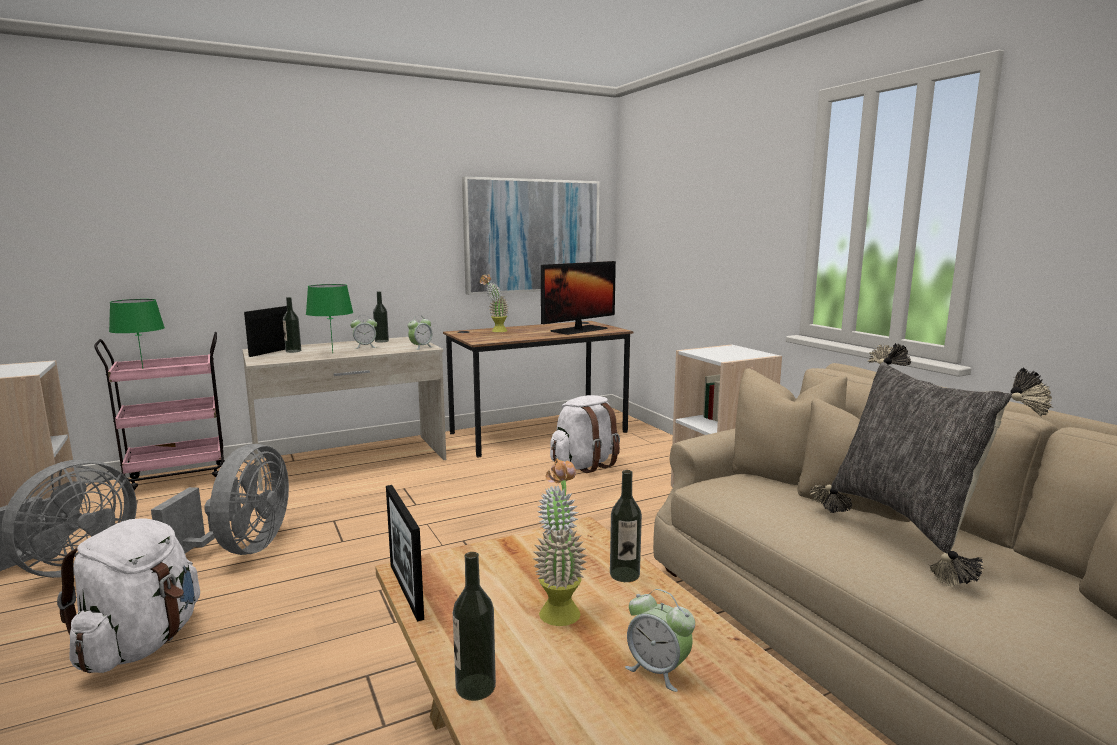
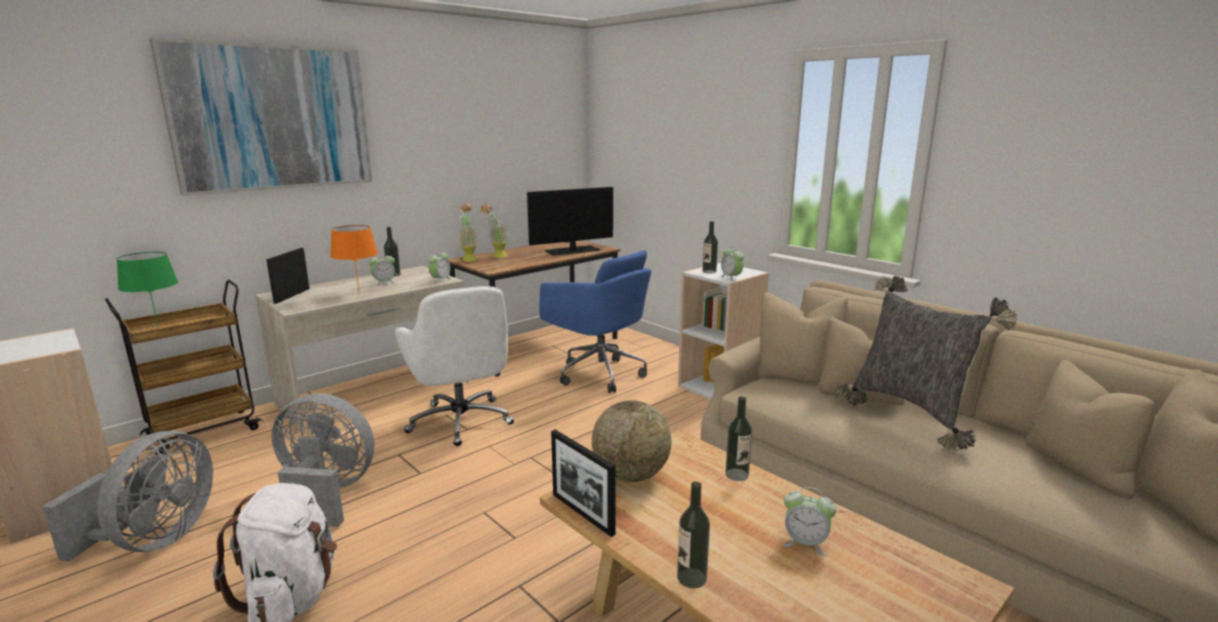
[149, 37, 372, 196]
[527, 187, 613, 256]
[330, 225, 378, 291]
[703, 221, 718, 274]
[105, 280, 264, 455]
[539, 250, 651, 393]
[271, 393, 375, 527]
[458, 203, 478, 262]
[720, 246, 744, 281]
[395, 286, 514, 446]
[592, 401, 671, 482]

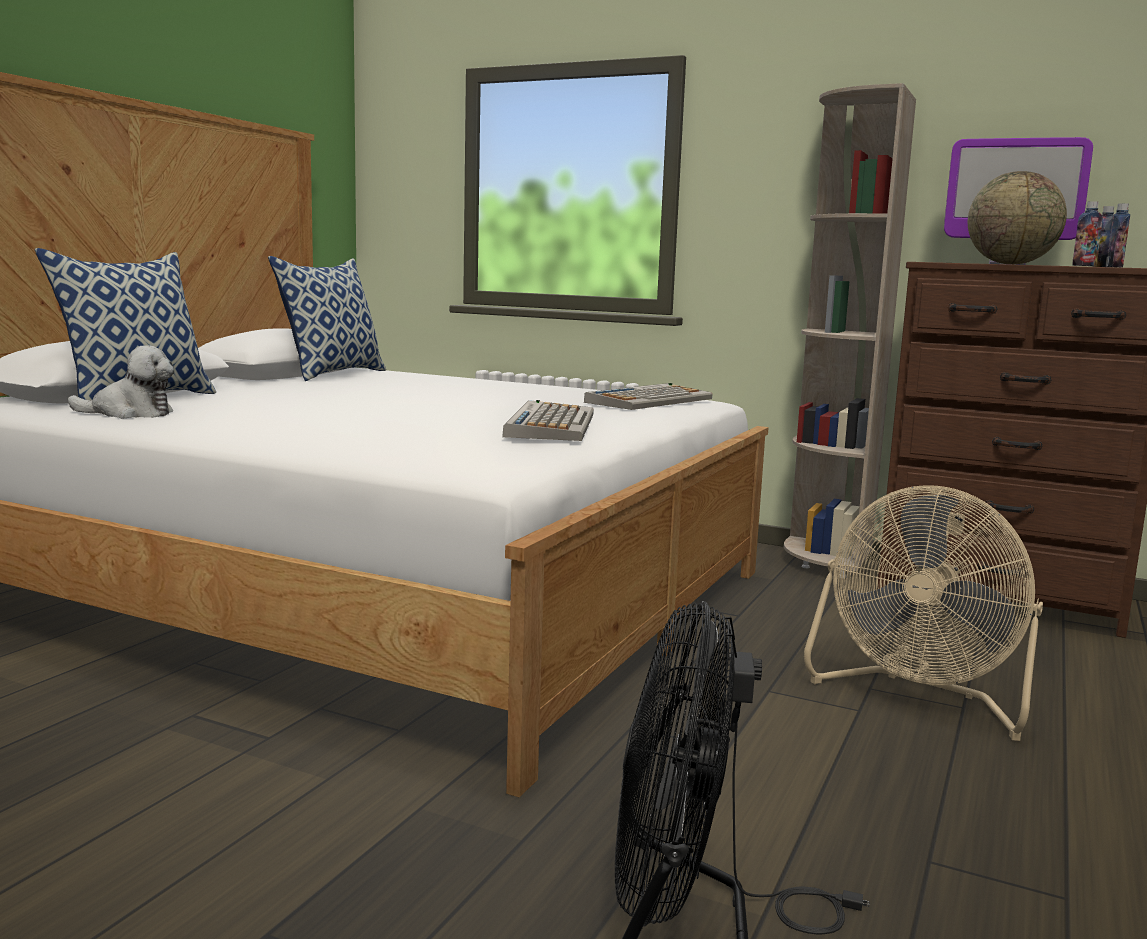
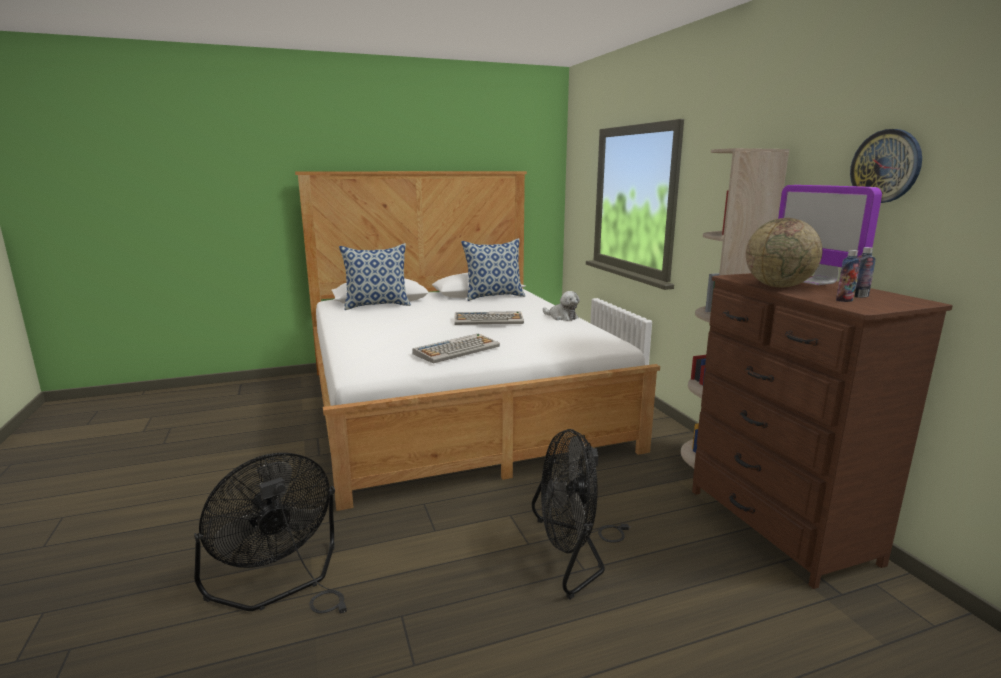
[1072, 201, 1103, 266] (first image)
[543, 291, 580, 321]
[454, 311, 524, 325]
[532, 429, 631, 600]
[850, 129, 922, 203]

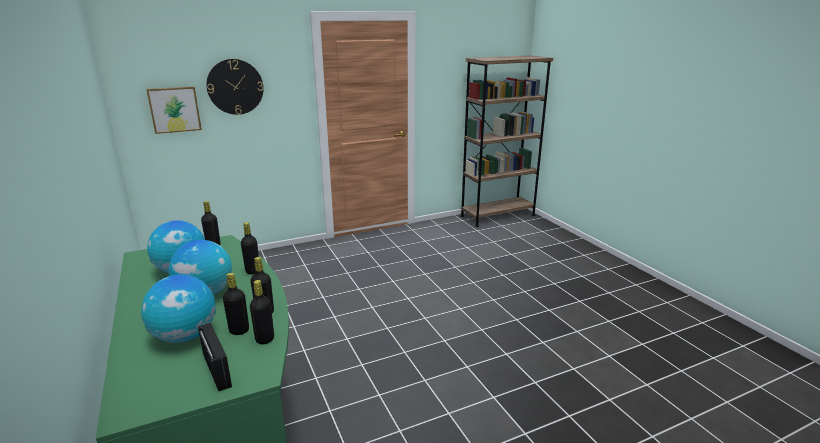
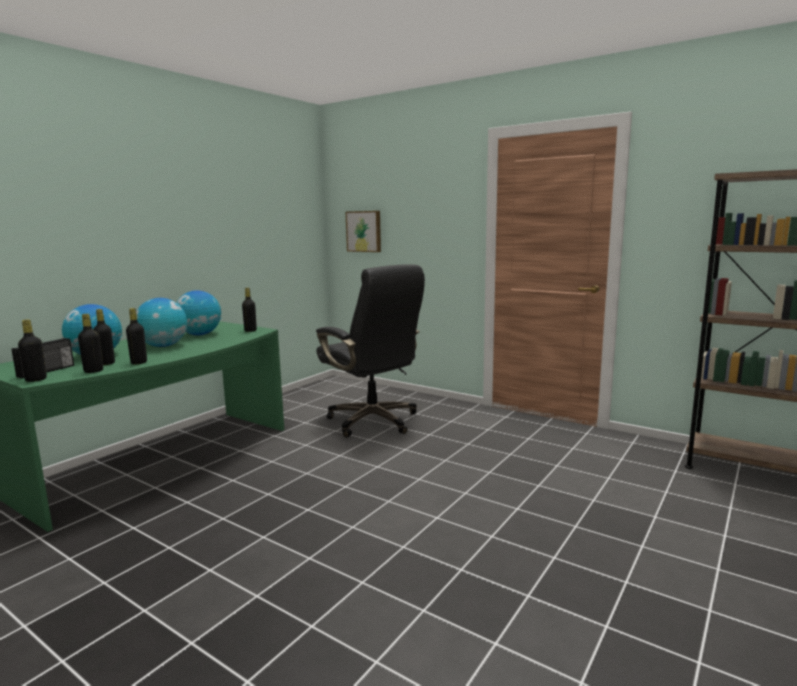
[206, 59, 264, 115] (first image)
[18, 319, 47, 382]
[316, 264, 425, 437]

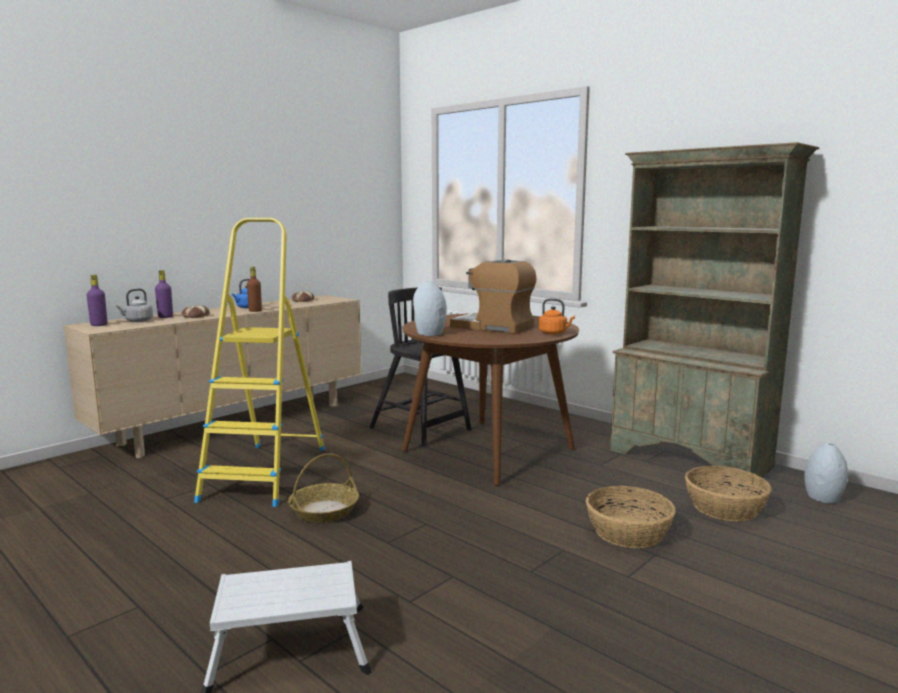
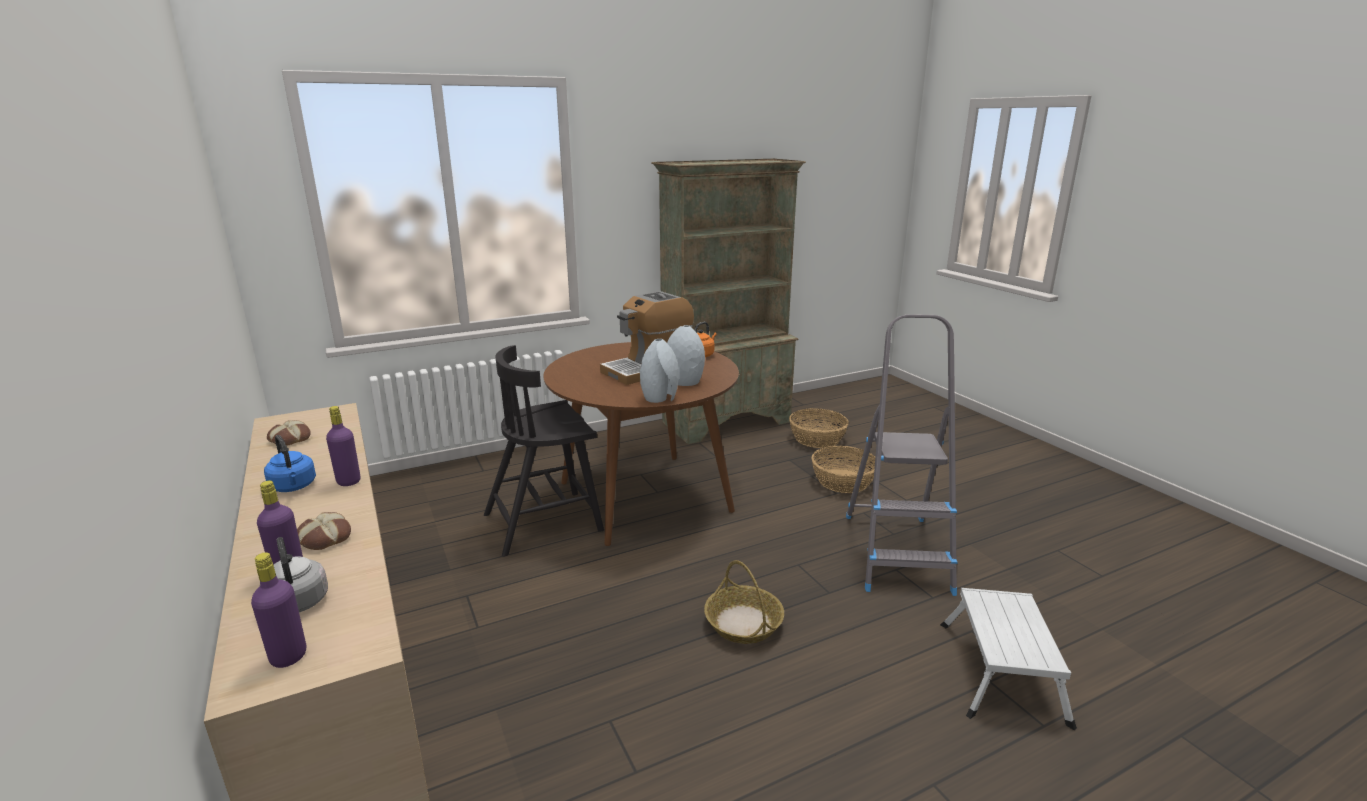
[194, 218, 325, 507] (first image)
[326, 406, 360, 486]
[667, 325, 705, 386]
[846, 314, 958, 596]

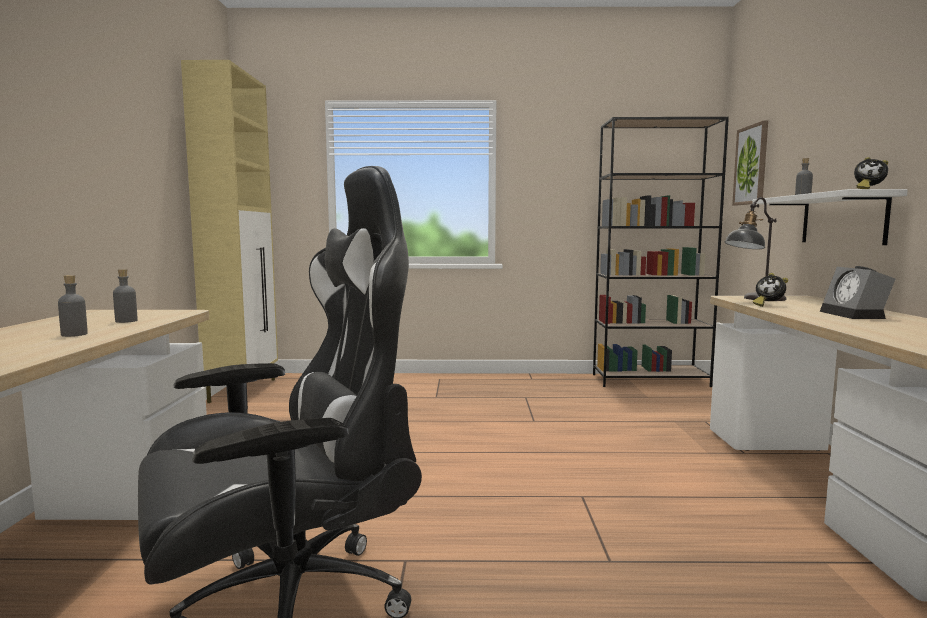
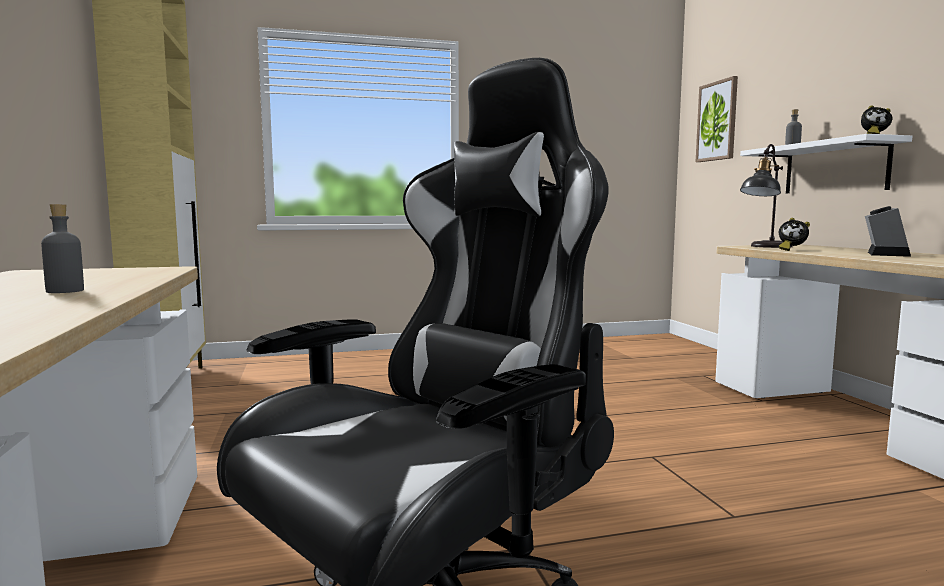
[593, 117, 729, 387] (first image)
[865, 206, 911, 257]
[113, 269, 138, 323] (first image)

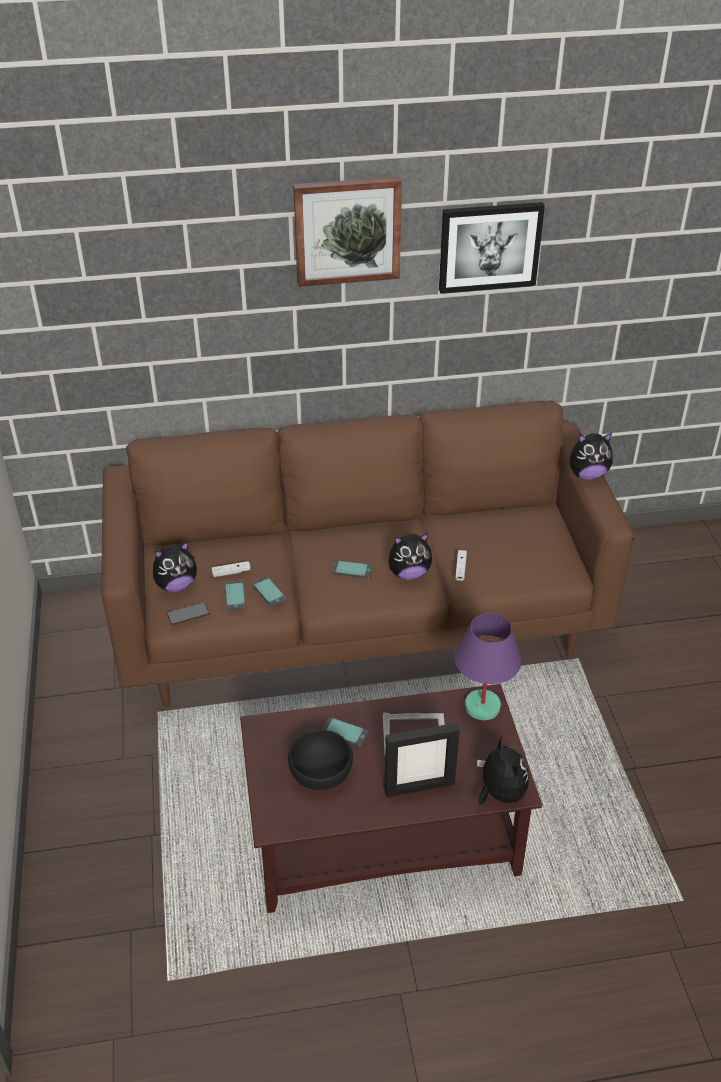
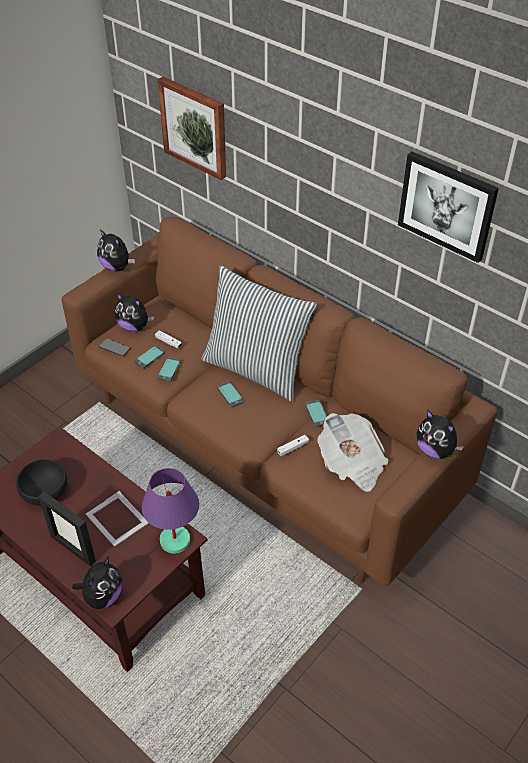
[157, 77, 226, 180]
[97, 229, 135, 272]
[305, 400, 327, 427]
[202, 266, 317, 402]
[317, 413, 389, 492]

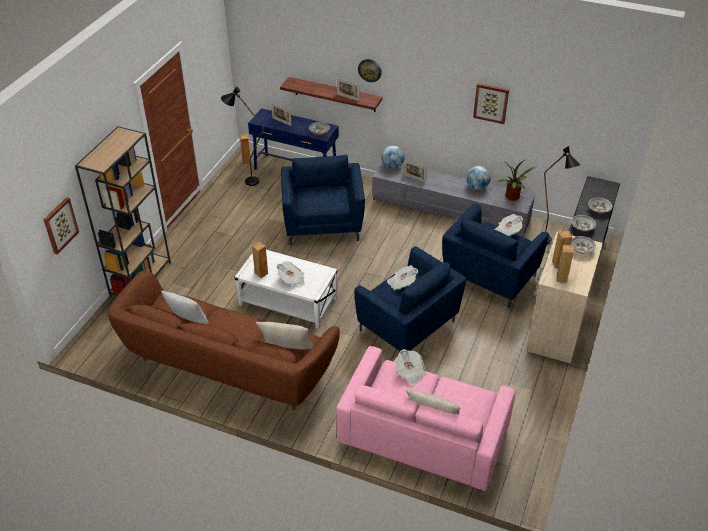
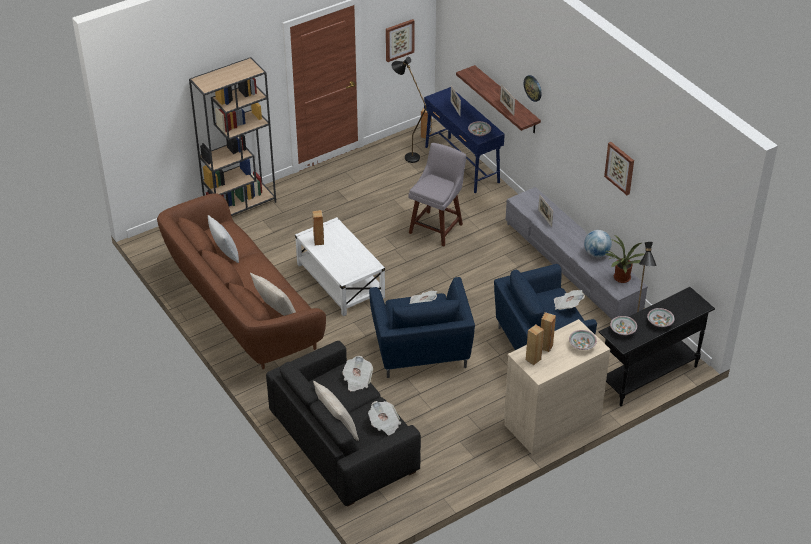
[381, 145, 405, 169] (first image)
[408, 143, 466, 246]
[386, 19, 415, 62]
[368, 401, 401, 436]
[266, 341, 421, 506]

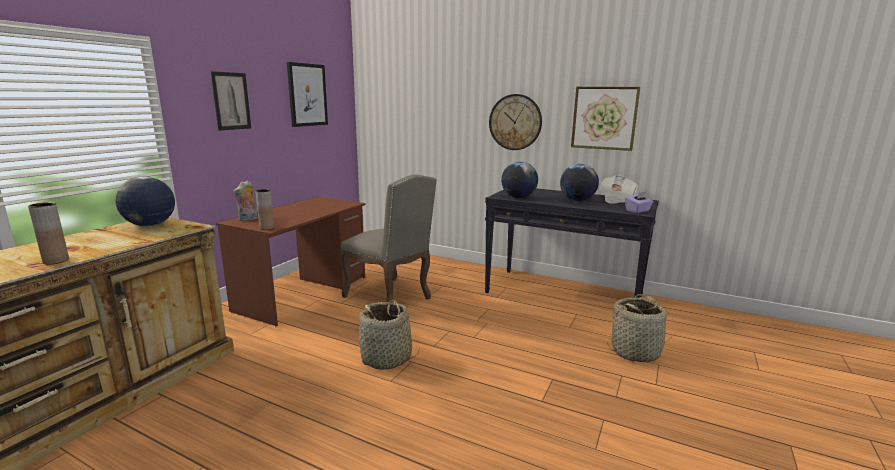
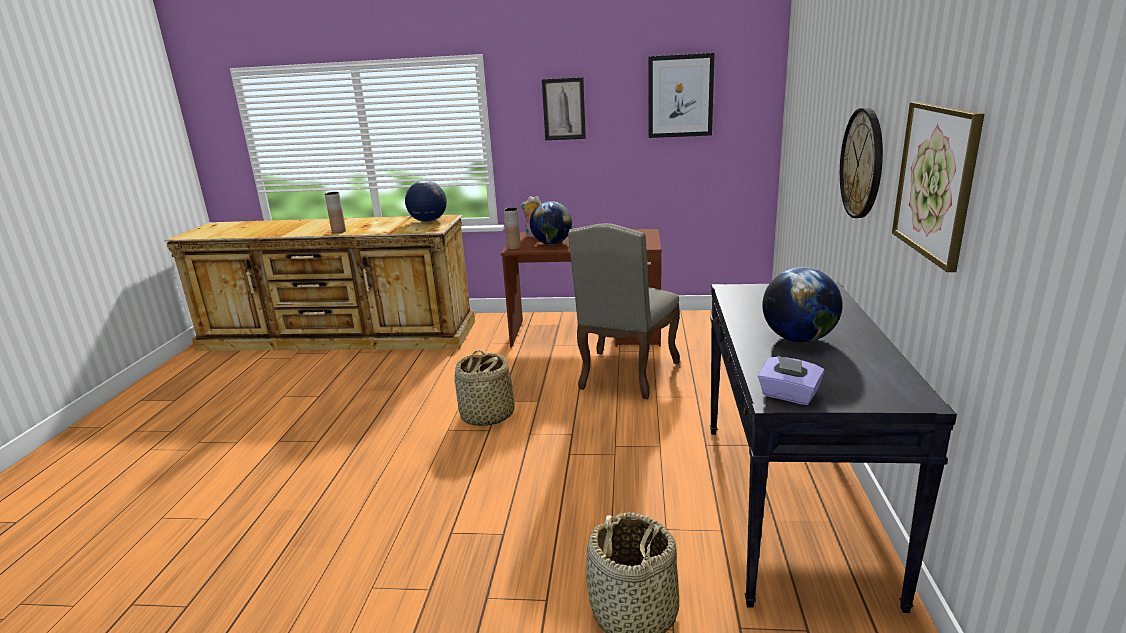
[530, 201, 572, 244]
[598, 175, 638, 204] (first image)

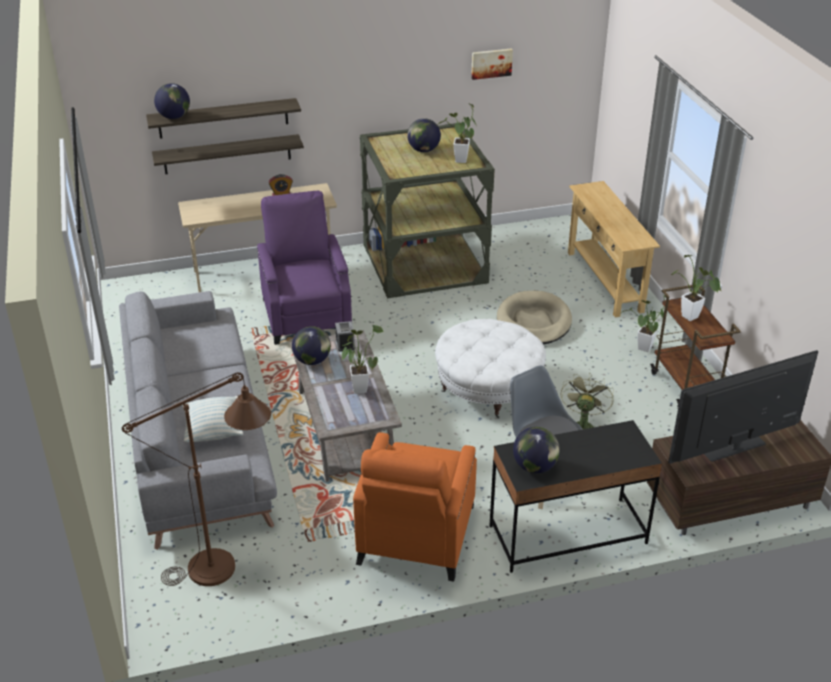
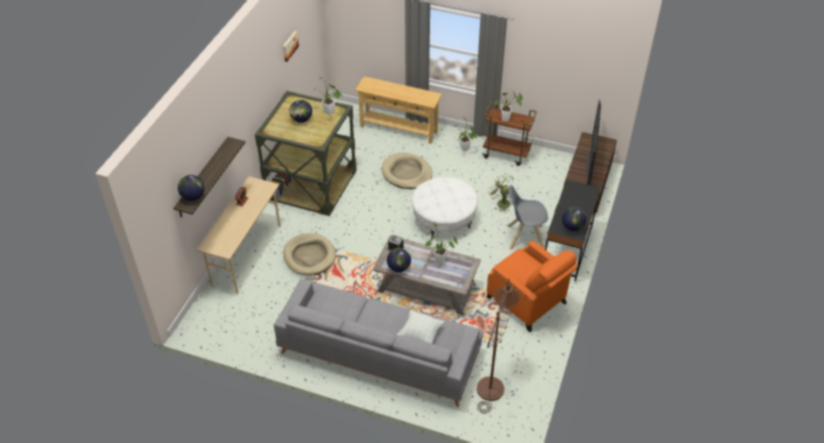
[152, 134, 304, 174] (first image)
[284, 233, 336, 275]

